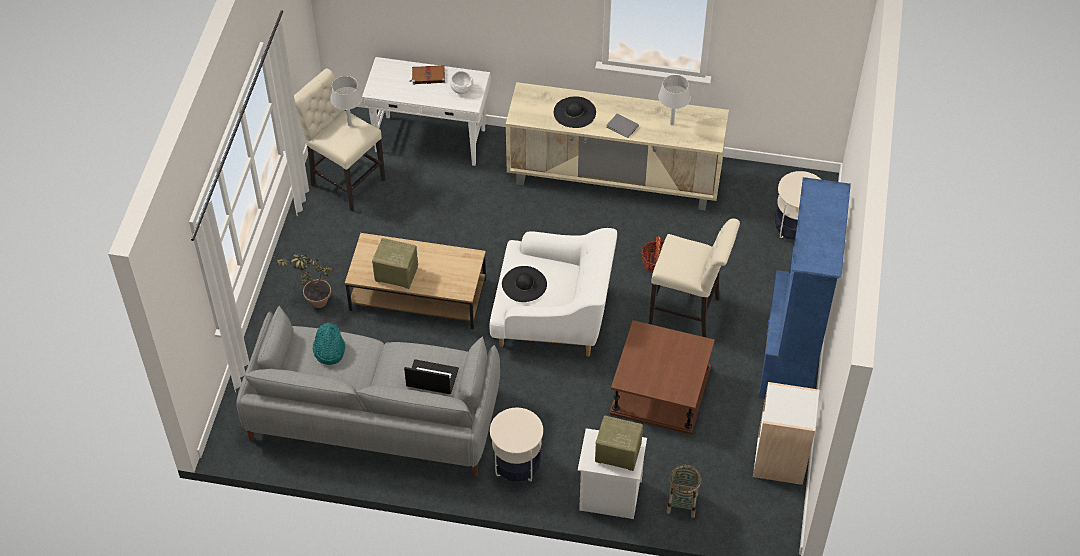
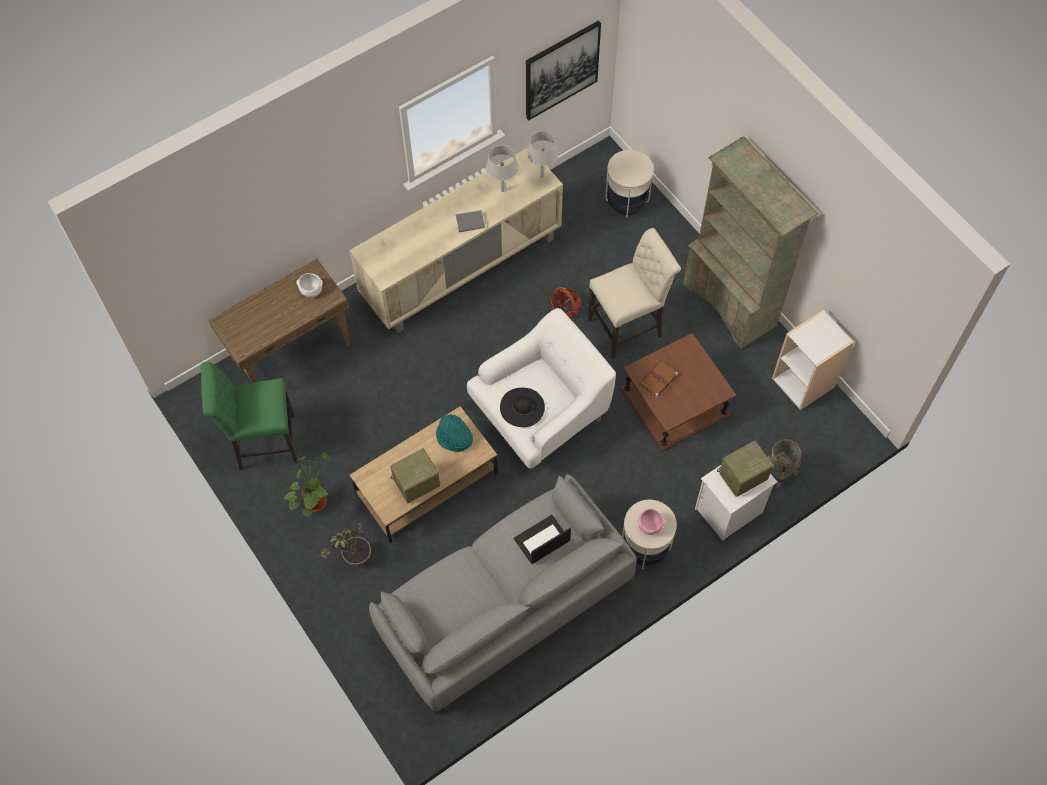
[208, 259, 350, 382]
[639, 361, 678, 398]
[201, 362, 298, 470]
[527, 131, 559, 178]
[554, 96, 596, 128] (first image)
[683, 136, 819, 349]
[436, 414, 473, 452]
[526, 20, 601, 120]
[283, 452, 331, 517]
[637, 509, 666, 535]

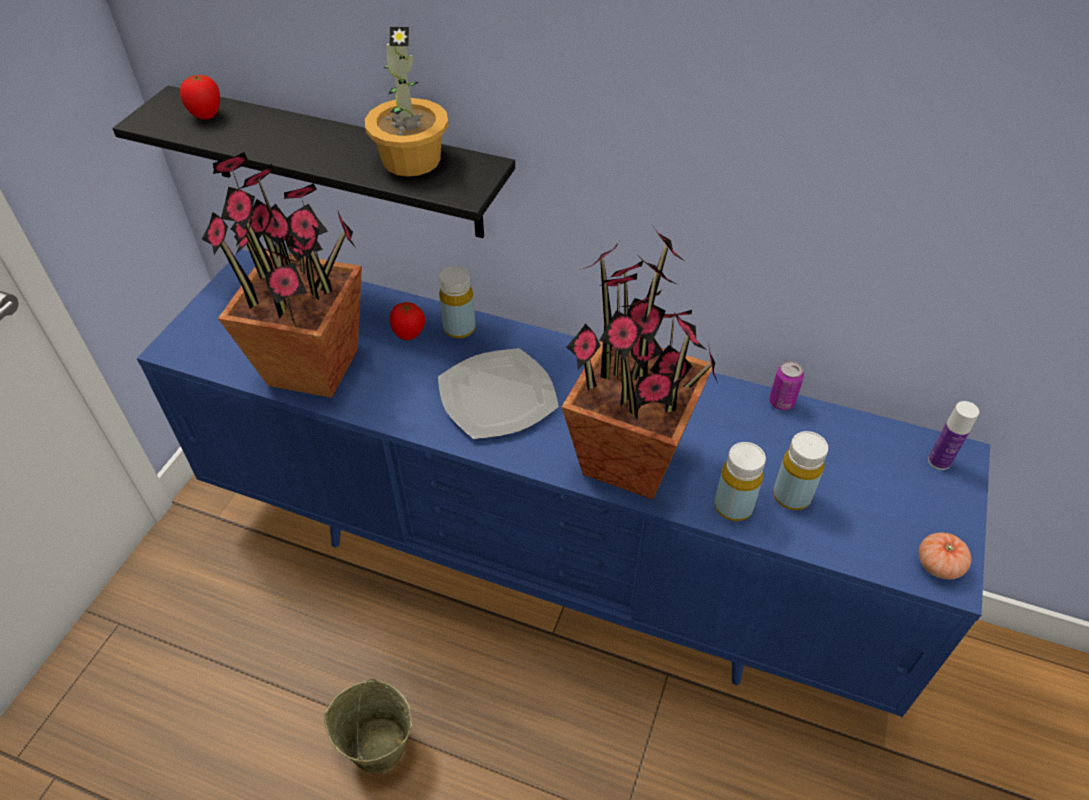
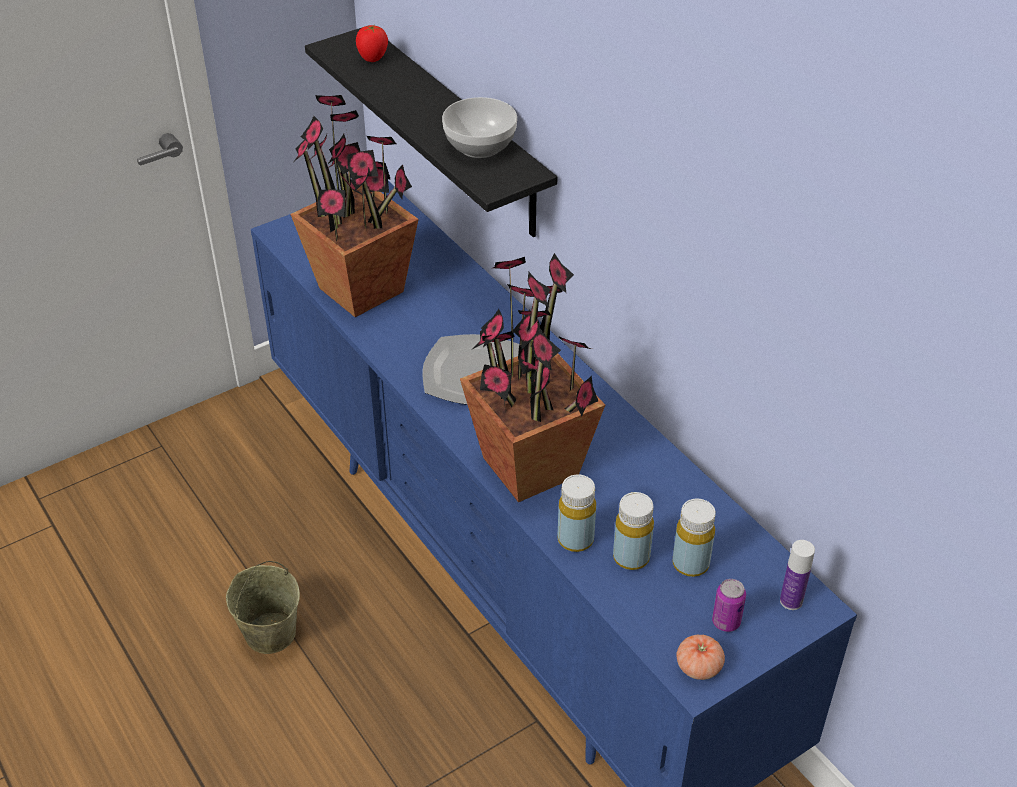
[442, 97, 517, 158]
[673, 499, 716, 577]
[390, 302, 425, 340] (first image)
[712, 579, 746, 632]

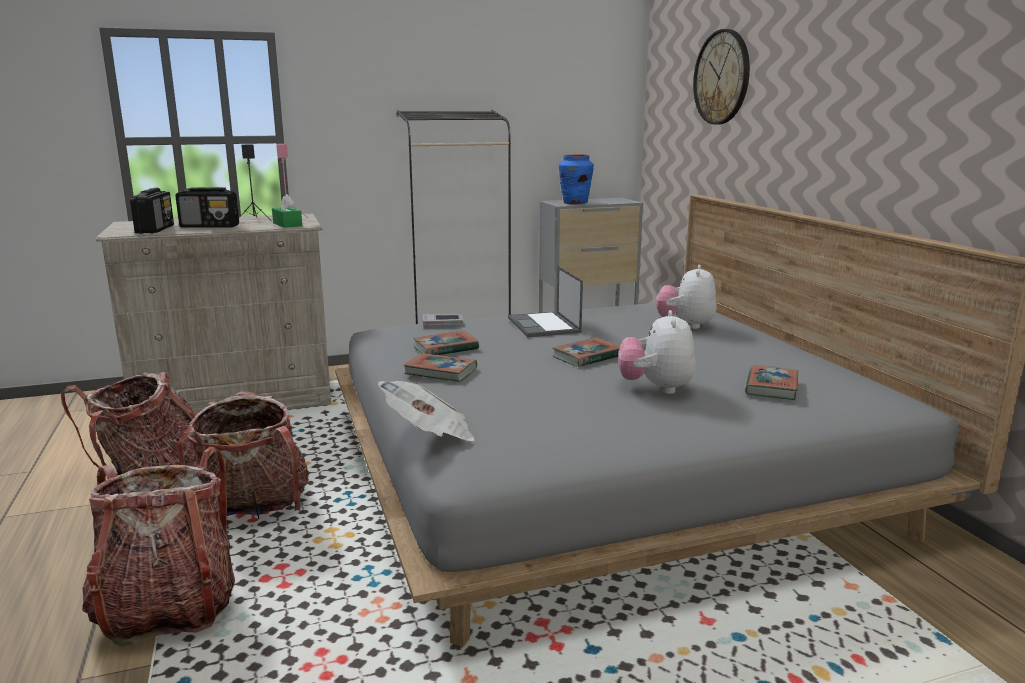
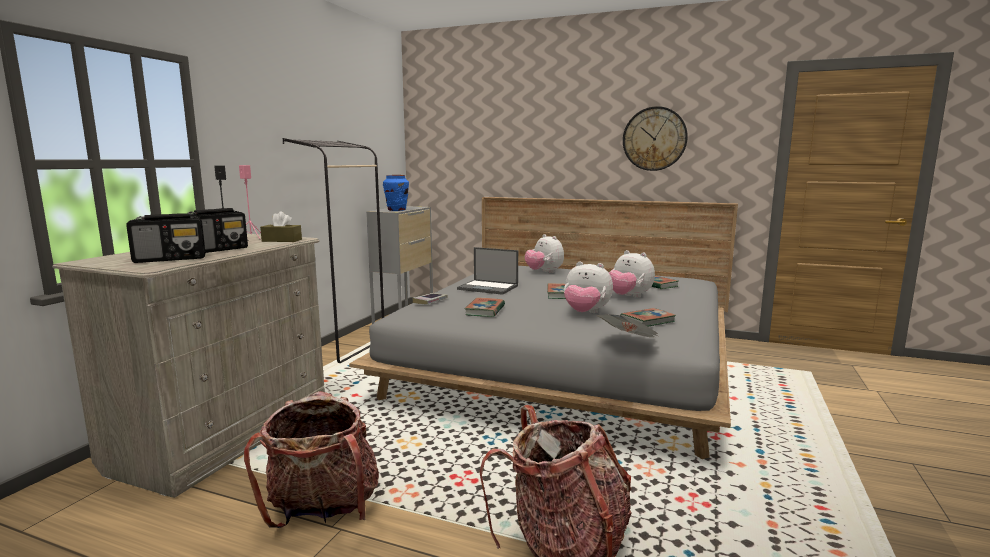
[623, 106, 688, 171]
[126, 213, 205, 263]
[260, 211, 302, 242]
[620, 308, 676, 327]
[177, 391, 309, 519] (first image)
[564, 261, 613, 313]

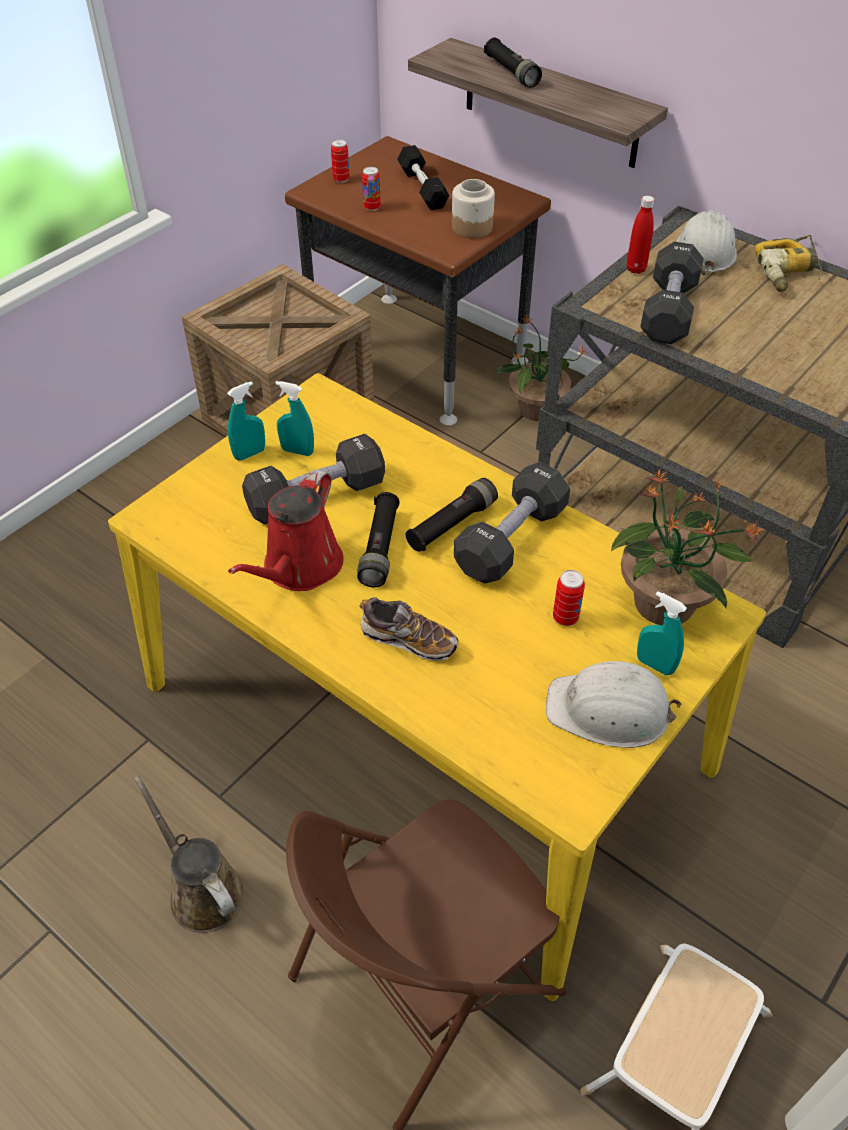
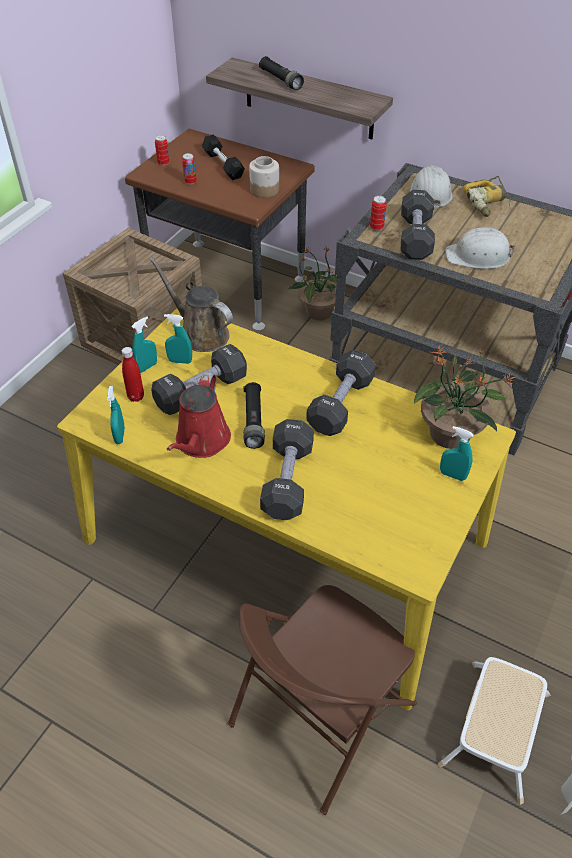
[122, 347, 144, 402]
[406, 478, 498, 552] (first image)
[370, 196, 387, 231]
[260, 419, 314, 520]
[445, 227, 515, 269]
[149, 257, 233, 352]
[107, 386, 125, 444]

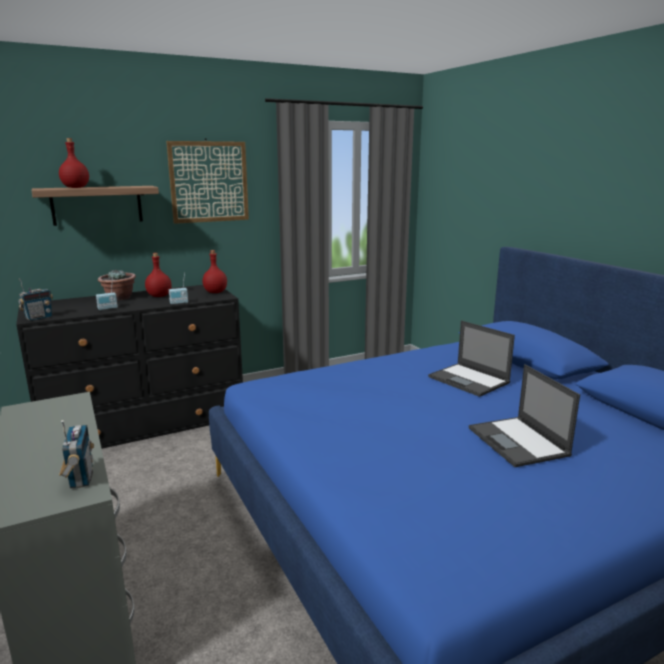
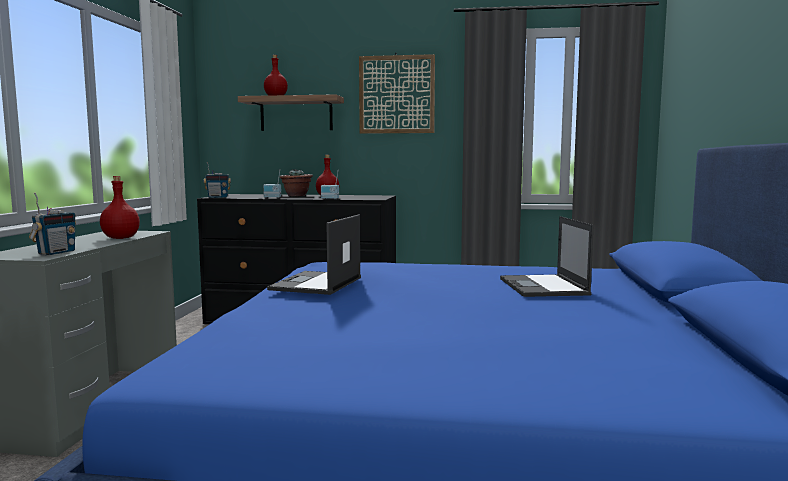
[100, 176, 140, 239]
[267, 215, 361, 295]

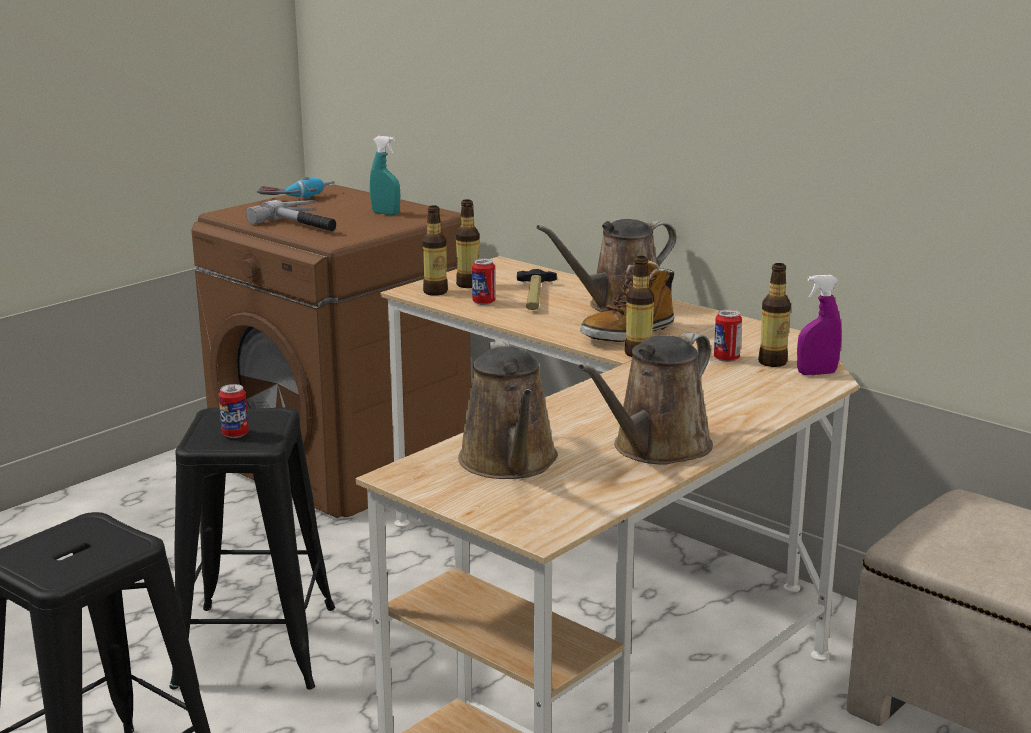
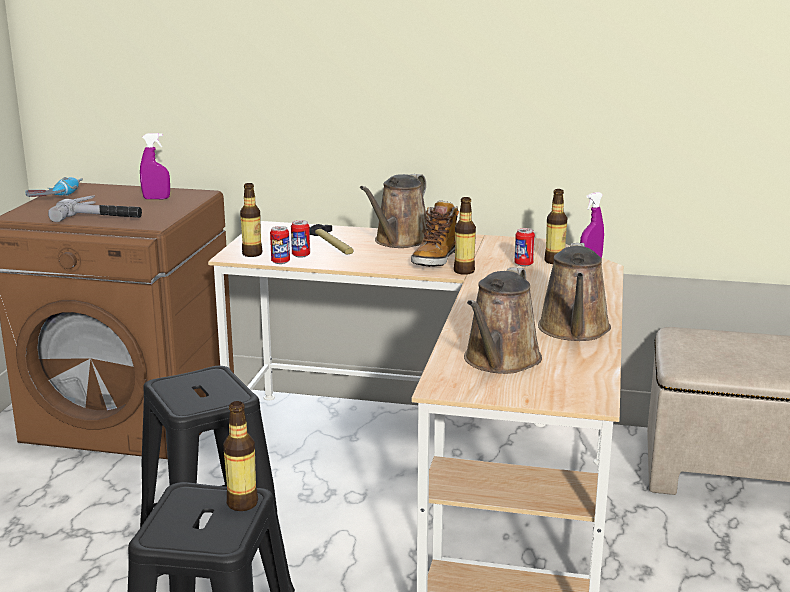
[140, 133, 170, 199]
[223, 401, 258, 511]
[464, 267, 542, 374]
[270, 226, 290, 264]

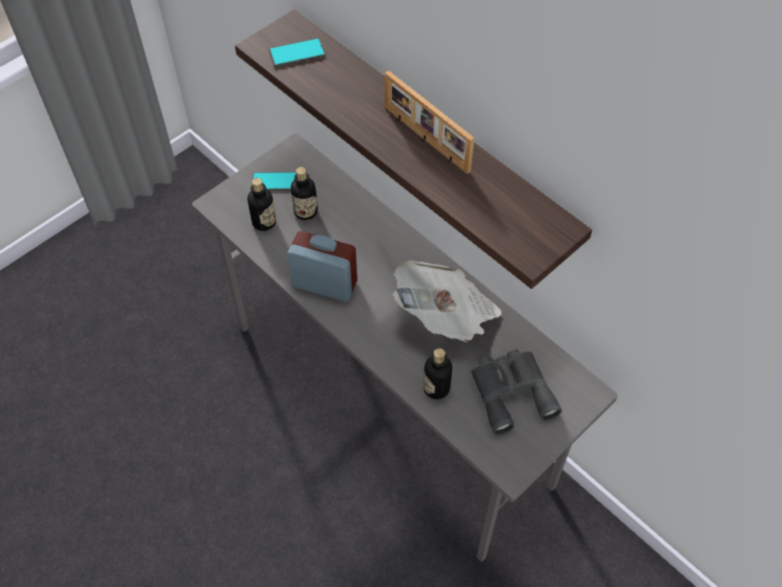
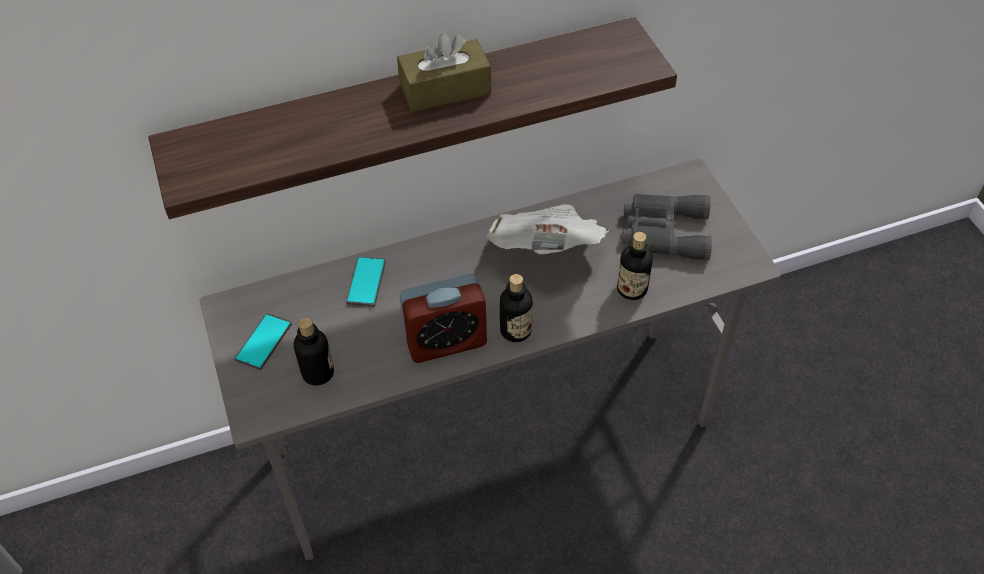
[346, 257, 386, 307]
[397, 33, 491, 112]
[500, 274, 533, 342]
[399, 274, 487, 363]

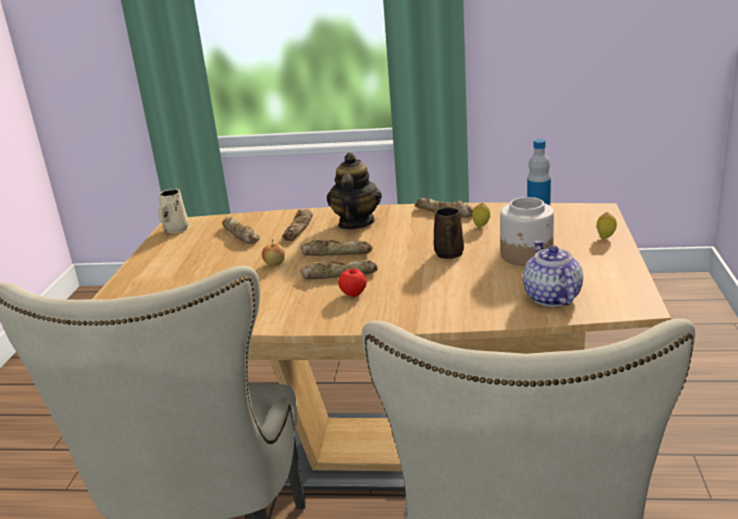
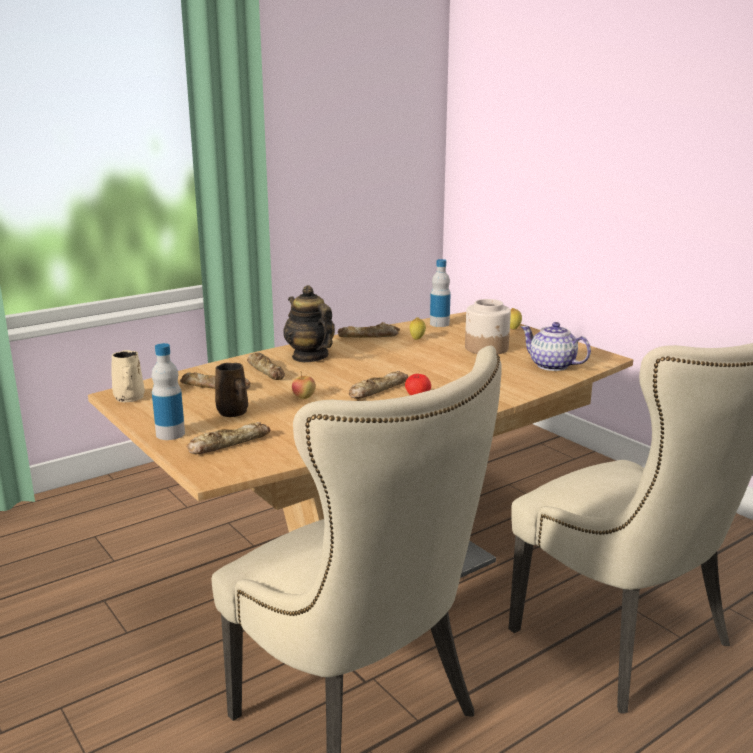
[215, 363, 248, 417]
[186, 422, 270, 454]
[152, 343, 185, 440]

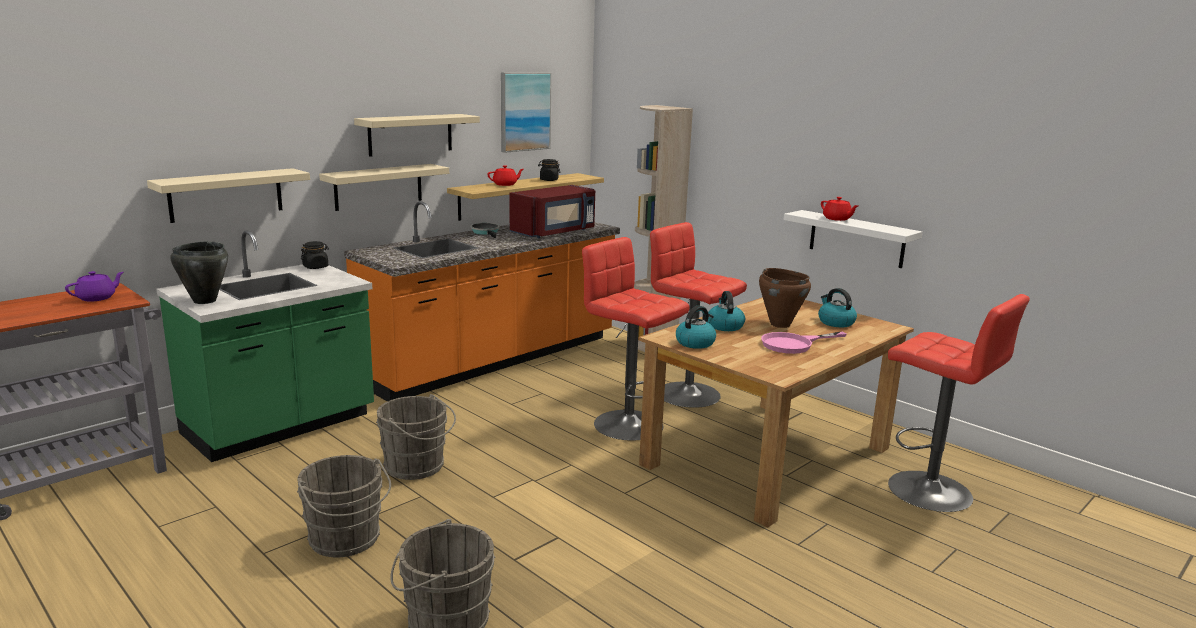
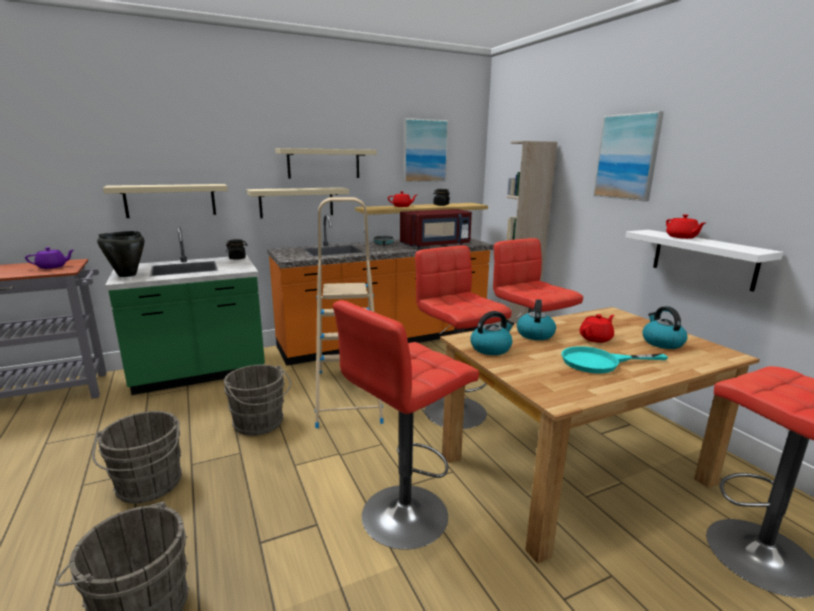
[580, 314, 614, 343]
[561, 346, 668, 374]
[593, 111, 664, 202]
[315, 197, 384, 428]
[333, 300, 479, 550]

